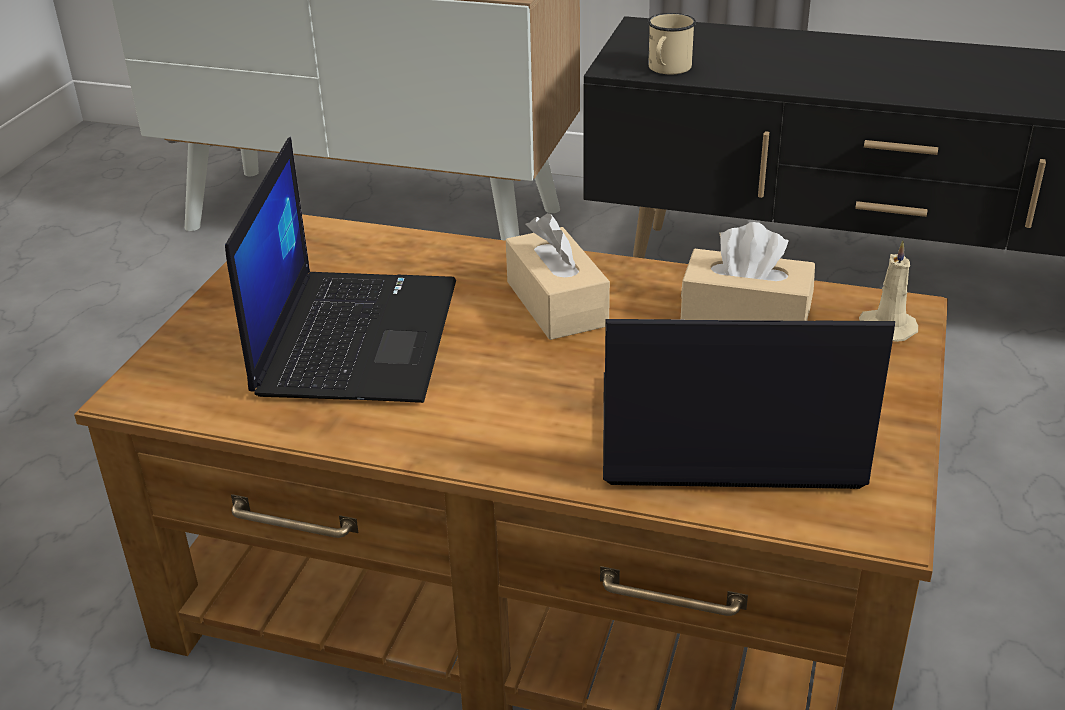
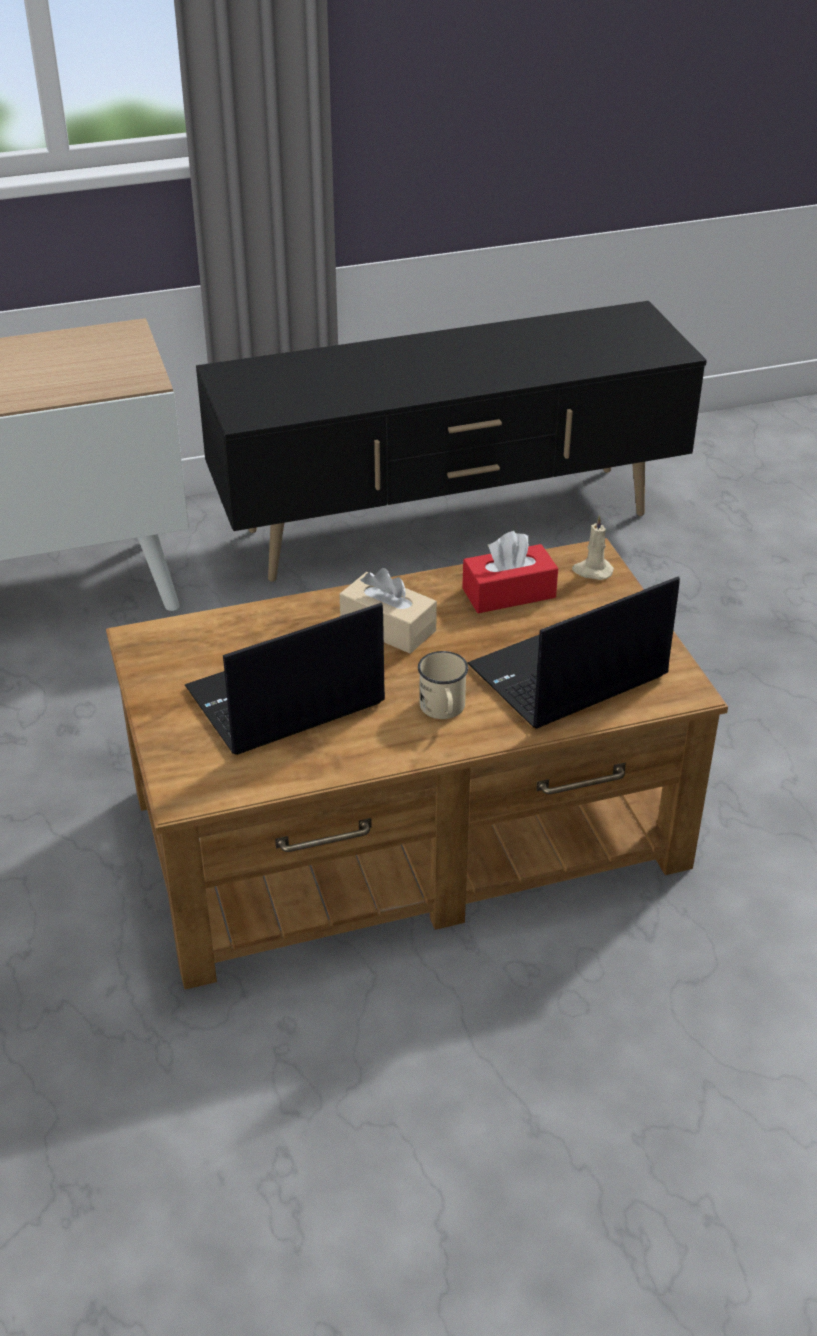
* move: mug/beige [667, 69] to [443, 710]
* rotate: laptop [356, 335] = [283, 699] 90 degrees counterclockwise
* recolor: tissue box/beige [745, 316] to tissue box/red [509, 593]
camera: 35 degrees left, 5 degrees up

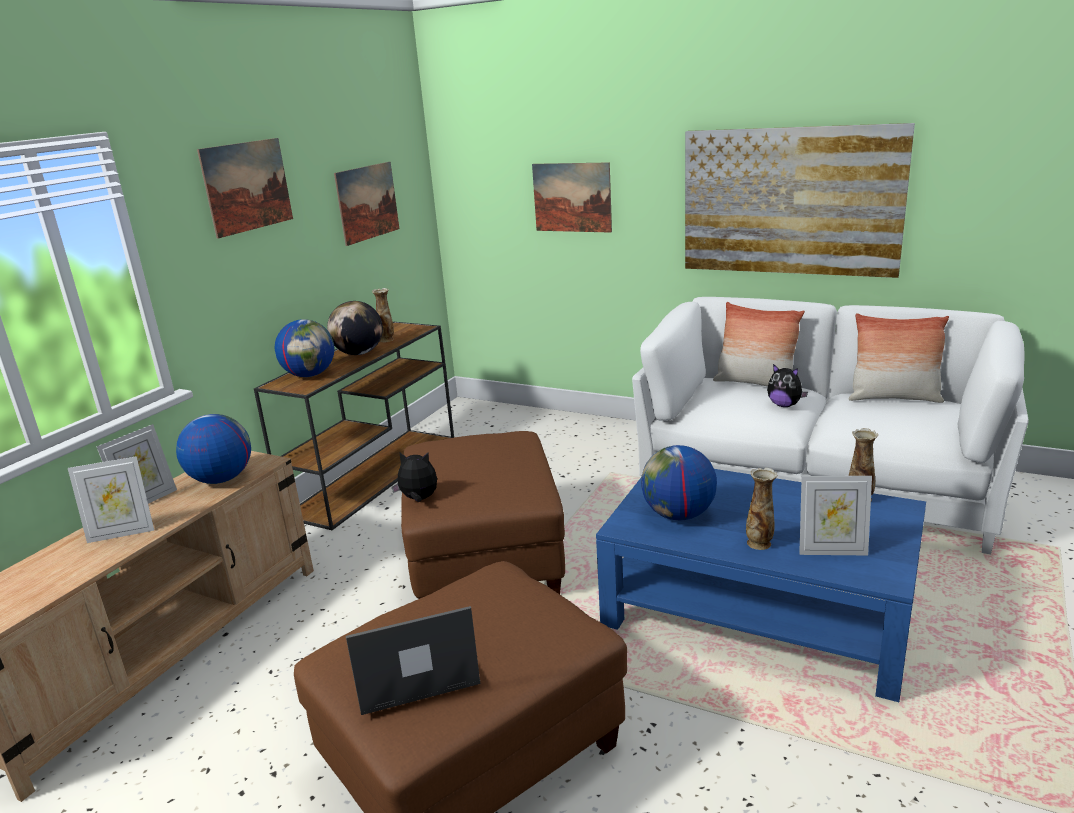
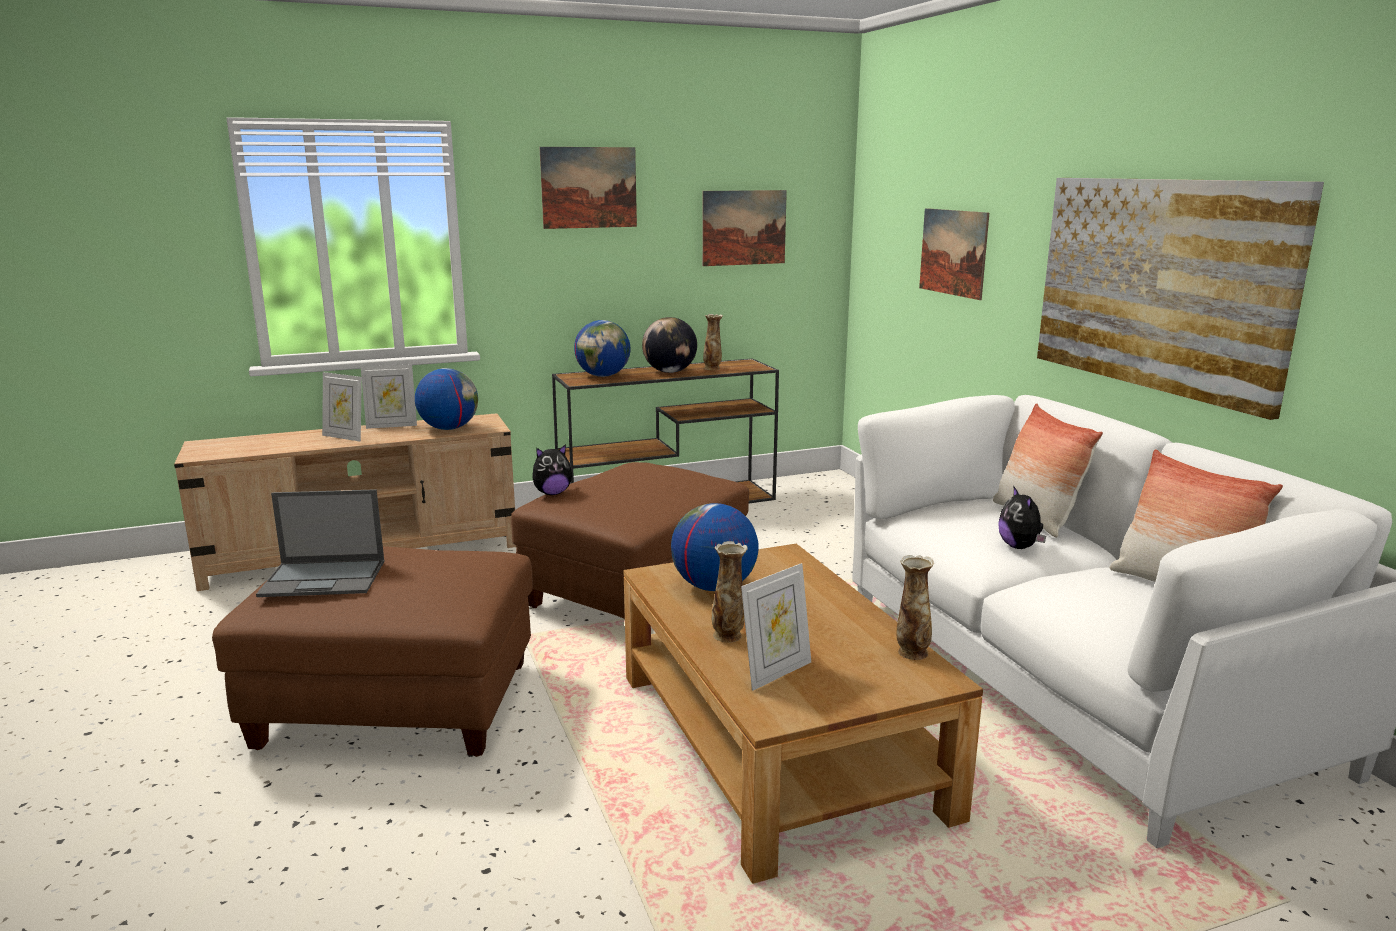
* rotate: plush toy [419, 499] = [552, 493] 105 degrees clockwise
* recolor: coffee table/blue [759, 610] to coffee table/brown [777, 743]
* rotate: picture frame [832, 551] = [776, 672] 90 degrees counterclockwise
* rotate: laptop [413, 672] = [325, 578] 150 degrees clockwise
camera: 40 degrees right, 5 degrees down

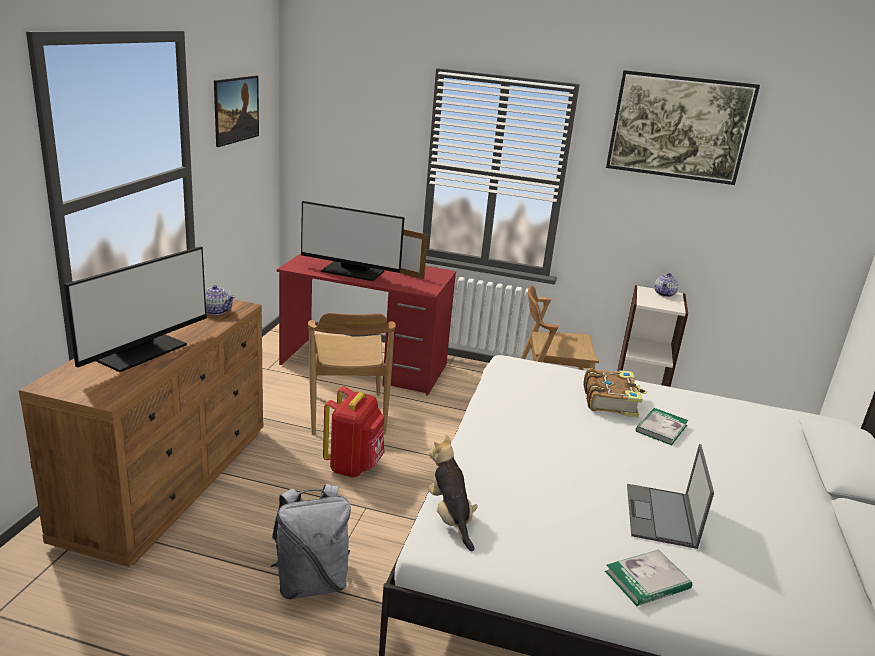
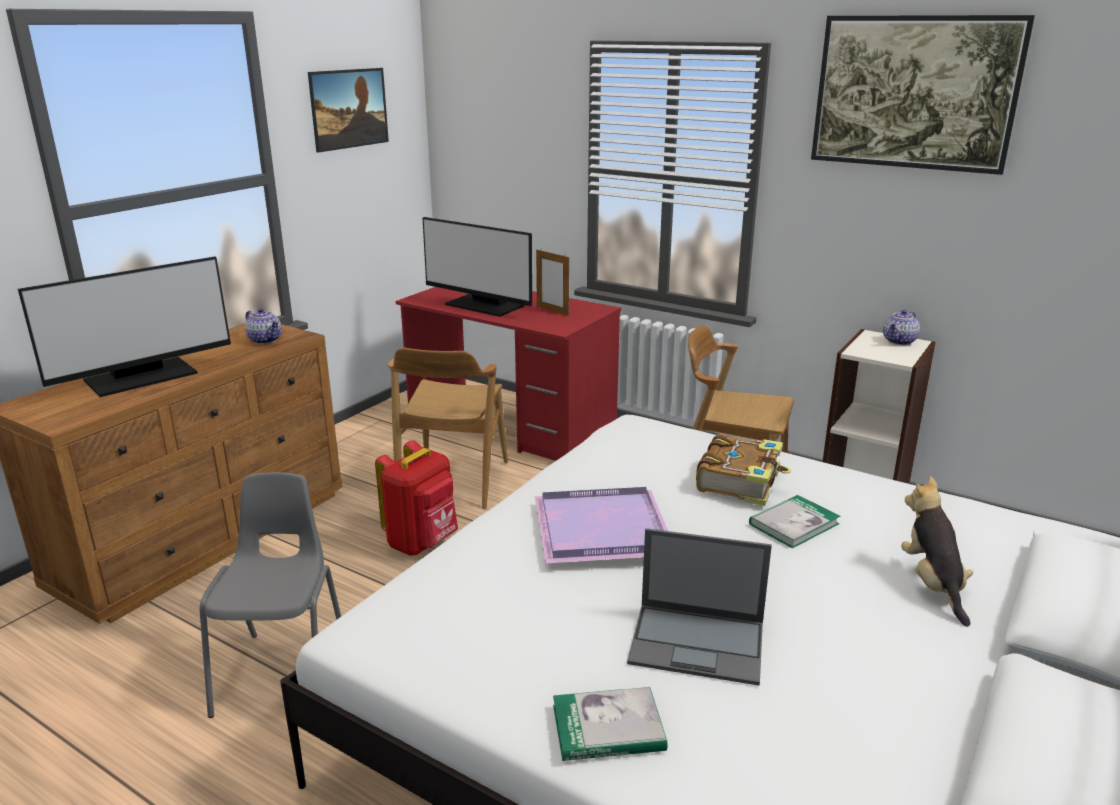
* move: plush toy [450, 517] to [932, 584]
* rotate: laptop [661, 516] = [699, 643] 105 degrees counterclockwise
* replace: backpack/grey [311, 582] to chair/grey [284, 672]
* insert: tray/purple [599, 528]
camera: 20 degrees right, 0 degrees up

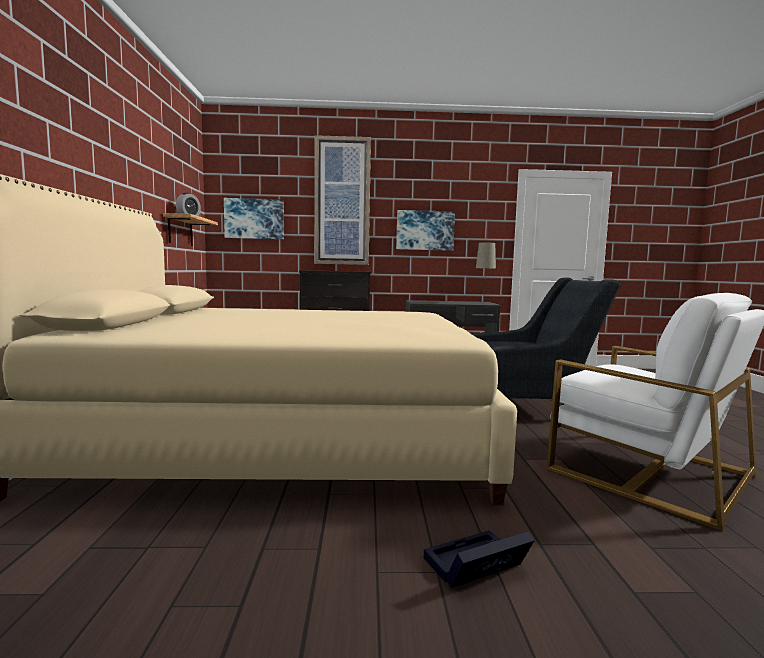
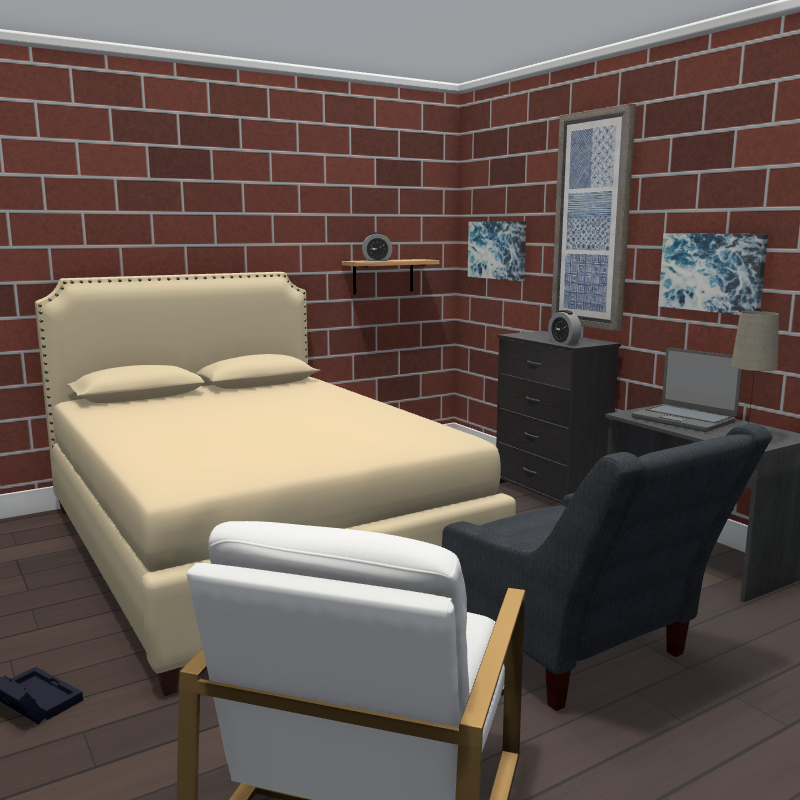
* insert: alarm clock [564, 343]
* insert: laptop [683, 419]
camera: 60 degrees right, 5 degrees up

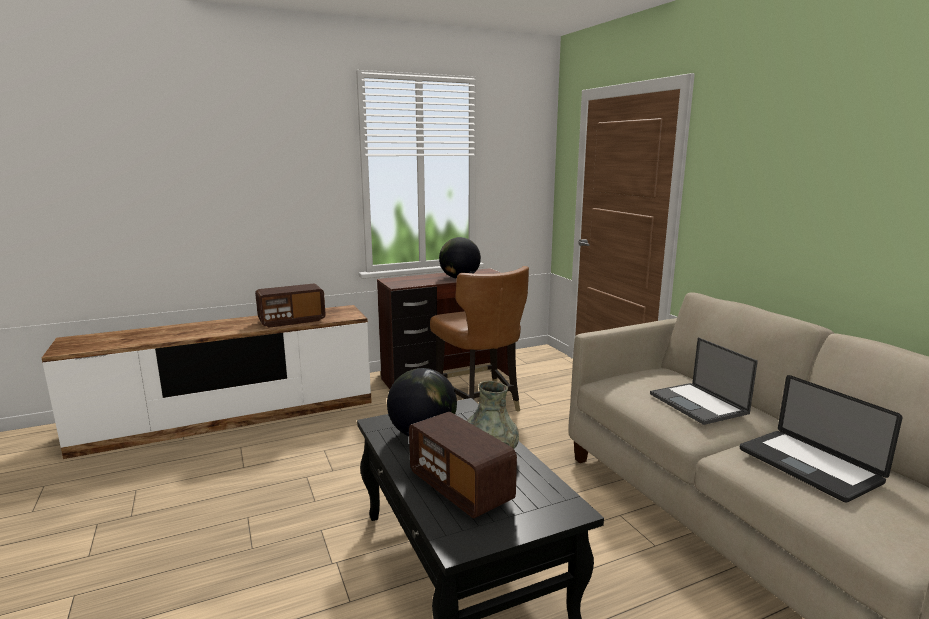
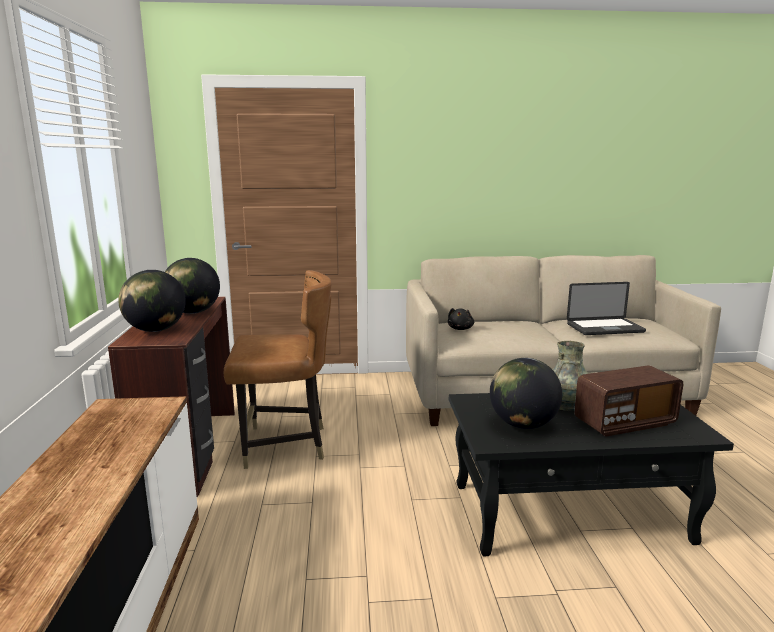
* delete: radio [292, 321]
* delete: laptop [699, 404]
* insert: globe [156, 330]
* insert: plush toy/black [460, 329]
camera: 70 degrees left, 0 degrees up

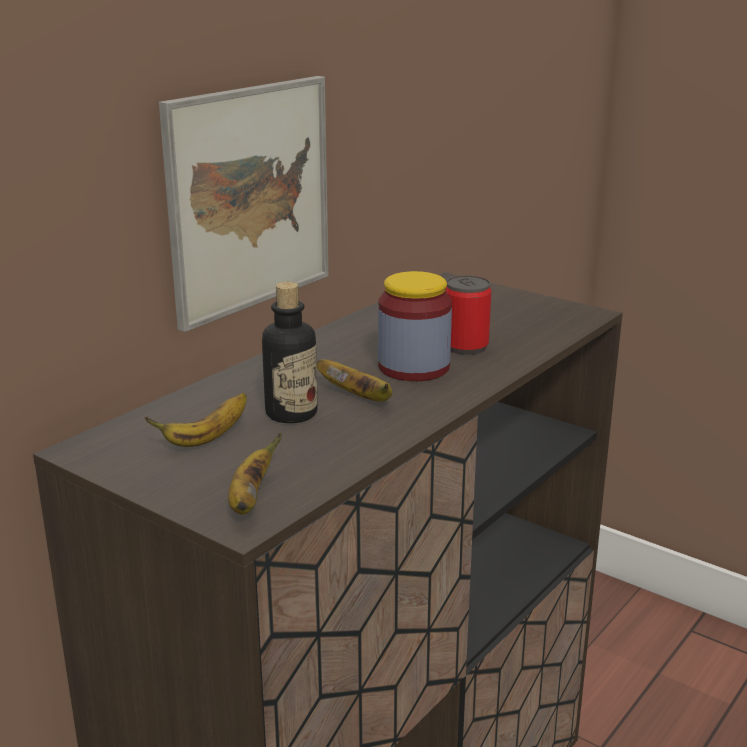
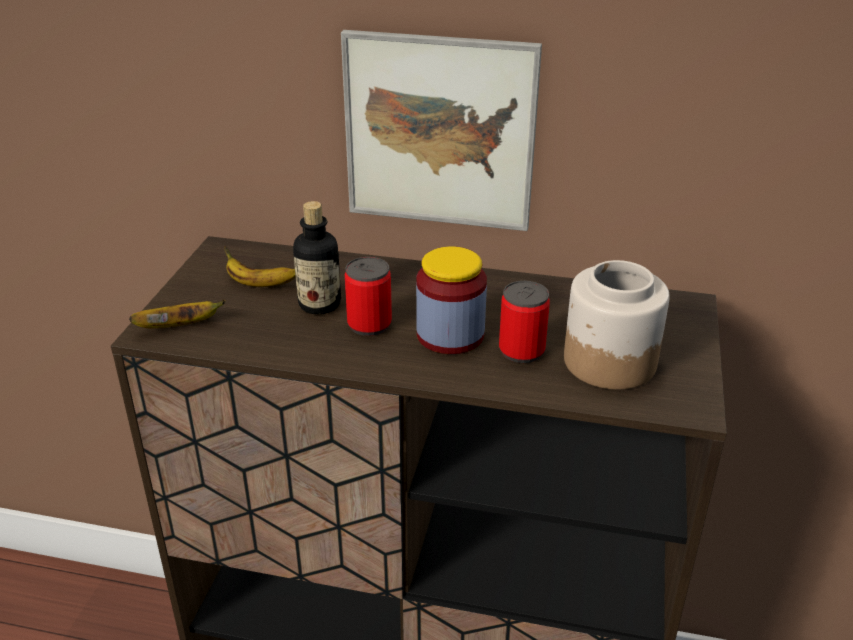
* replace: banana [359, 397] to can [369, 324]
* insert: jar [608, 361]
camera: 65 degrees right, 10 degrees up

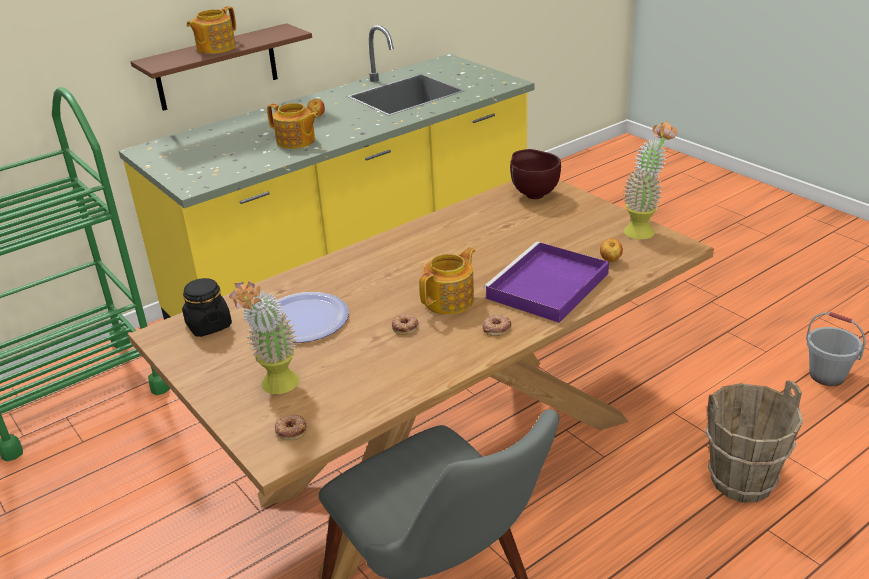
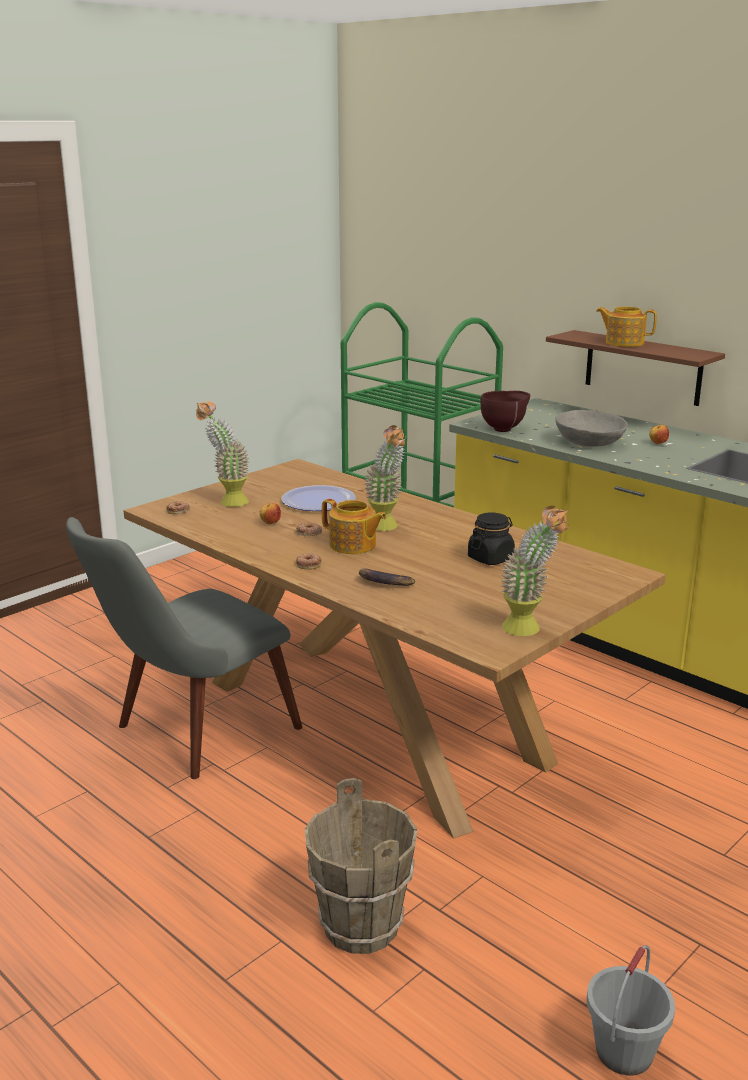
* replace: teapot [296, 141] to bowl/grey [589, 442]
* move: bowl/brown [533, 194] to [504, 429]
* move: apple [610, 261] to [270, 523]
* replace: tray/purple [547, 287] to banana [383, 582]
* move: jar/black [208, 325] to [490, 558]
* insert: potted plant [387, 528]
camera: 80 degrees right, 10 degrees down

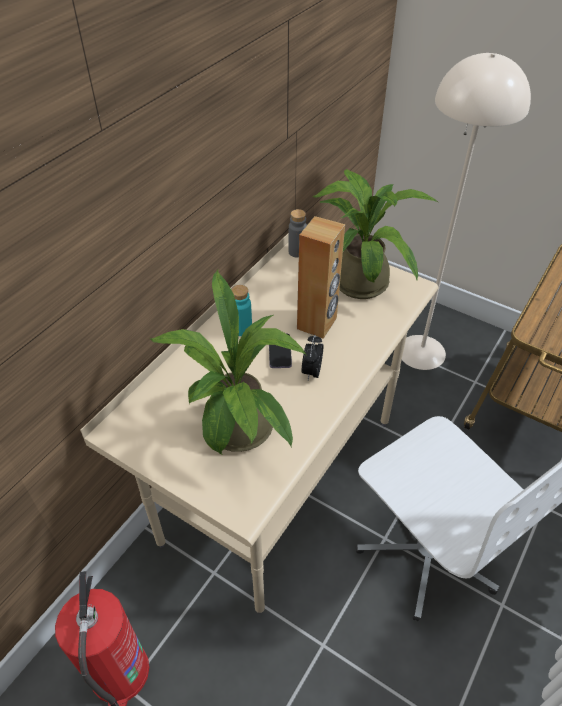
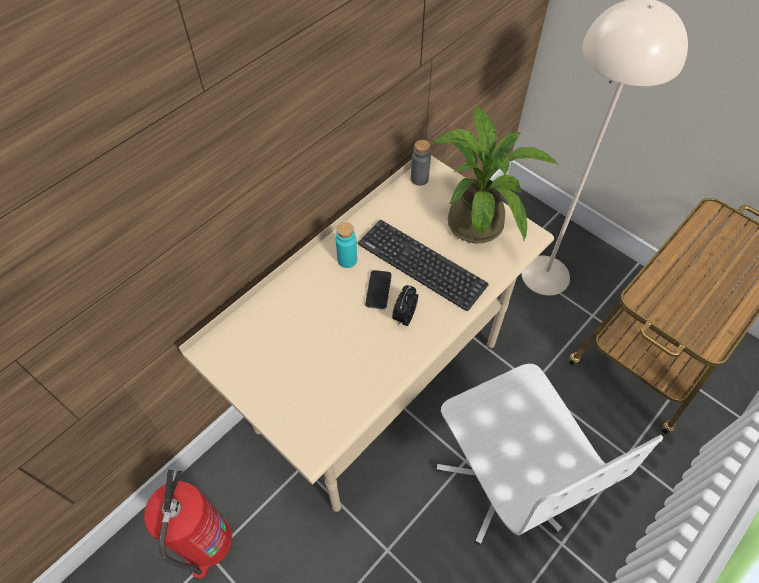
* replace: speaker/brown [317, 323] to keyboard [421, 264]
* delete: potted plant [238, 434]
camera: 10 degrees right, 10 degrees up

